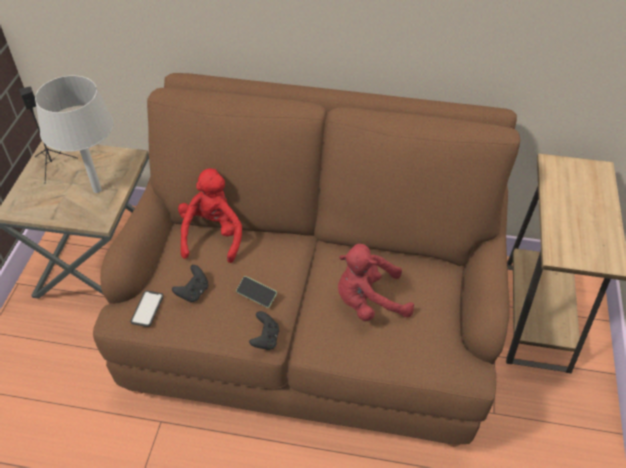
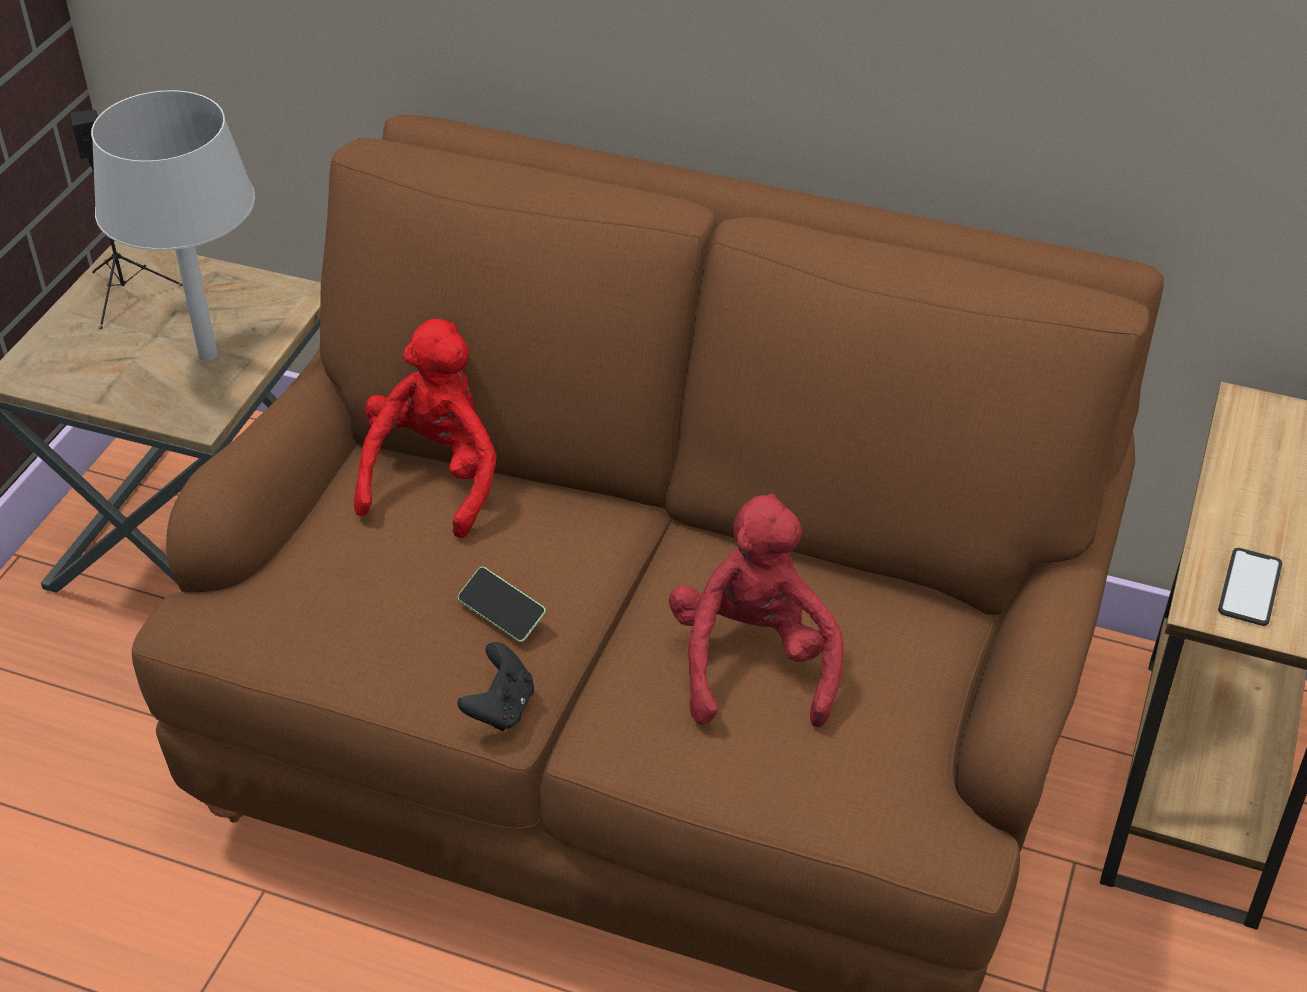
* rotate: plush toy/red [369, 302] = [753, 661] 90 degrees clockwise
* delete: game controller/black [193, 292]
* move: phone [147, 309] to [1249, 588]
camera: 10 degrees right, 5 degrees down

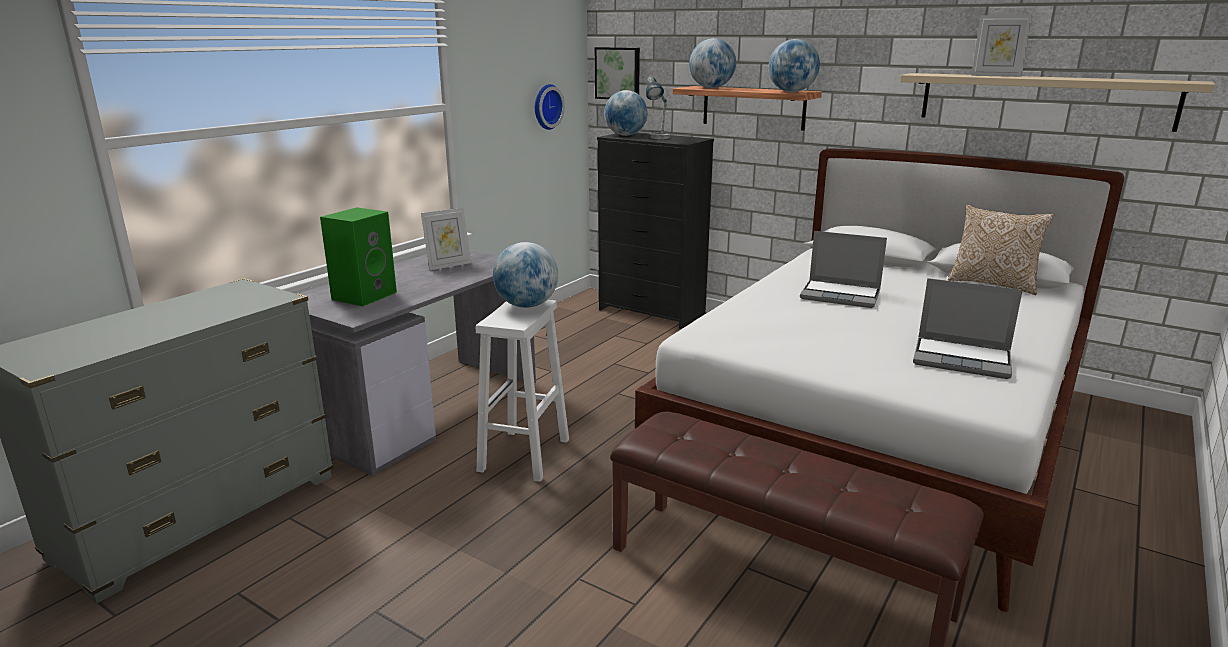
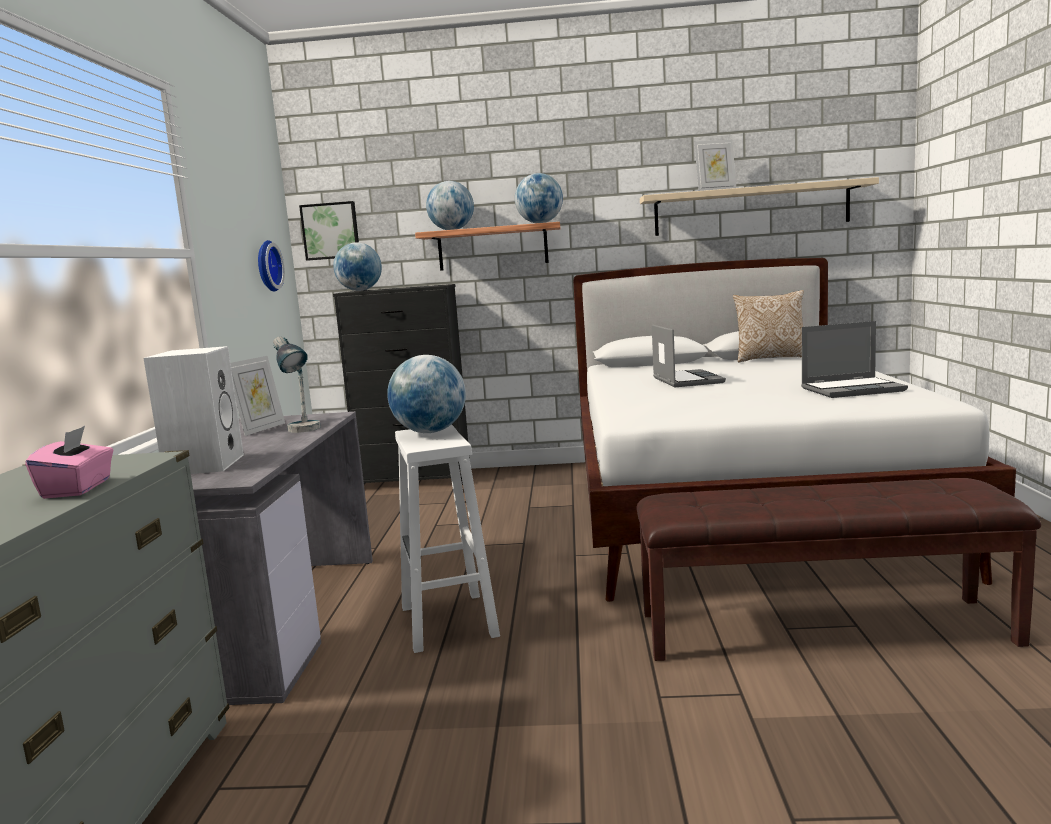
* move: table lamp [657, 139] to [303, 431]
* recolor: speaker/green [364, 295] to speaker/white [204, 464]
* rotate: laptop [841, 295] = [686, 380] 90 degrees counterclockwise
* insert: tissue box/pink [78, 489]
camera: 30 degrees left, 10 degrees down

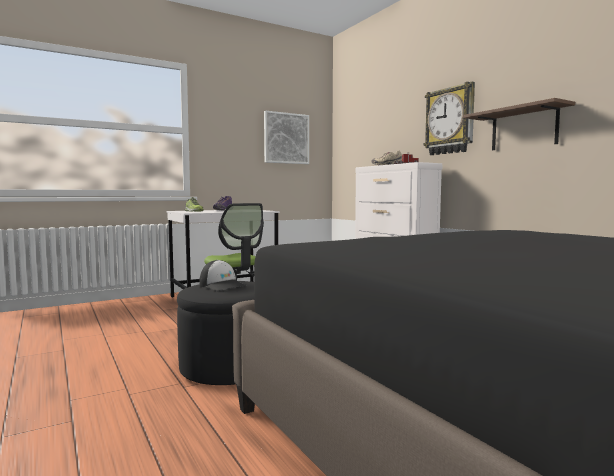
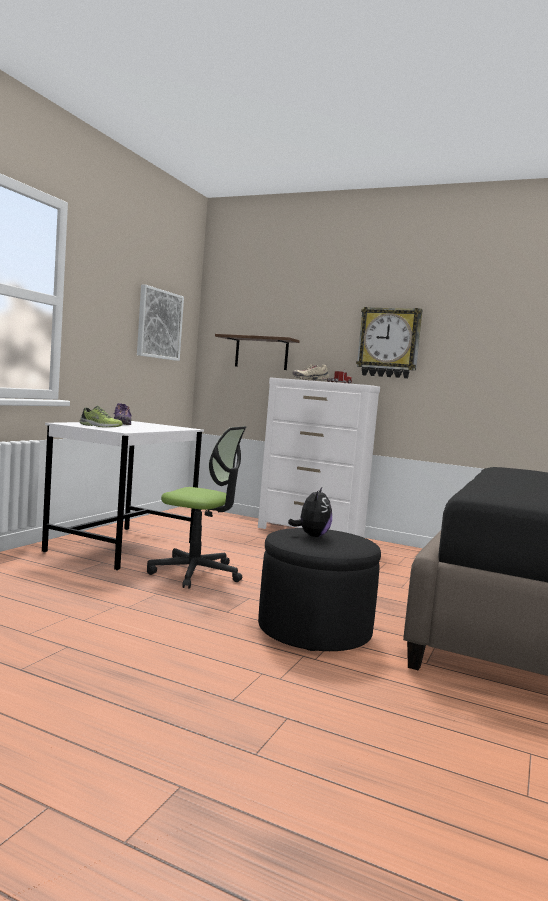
* move: shelf/brown [524, 129] to [261, 353]
* replace: cap [223, 285] to plush toy [311, 536]
camera: 35 degrees left, 0 degrees up

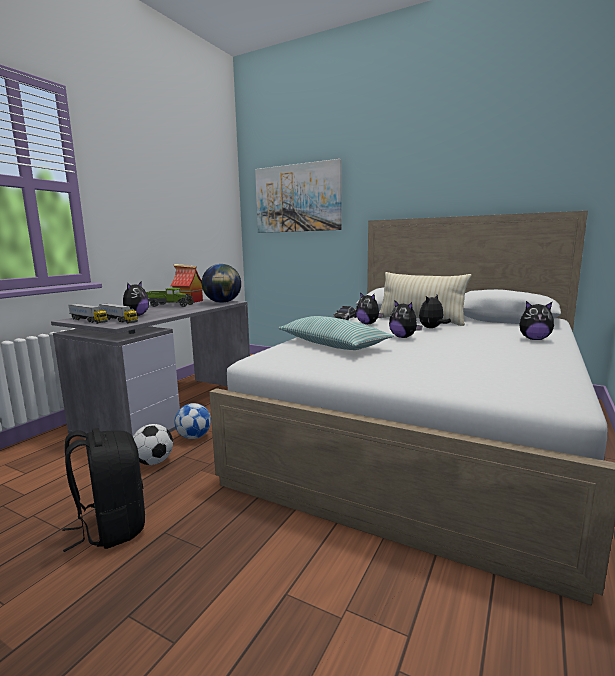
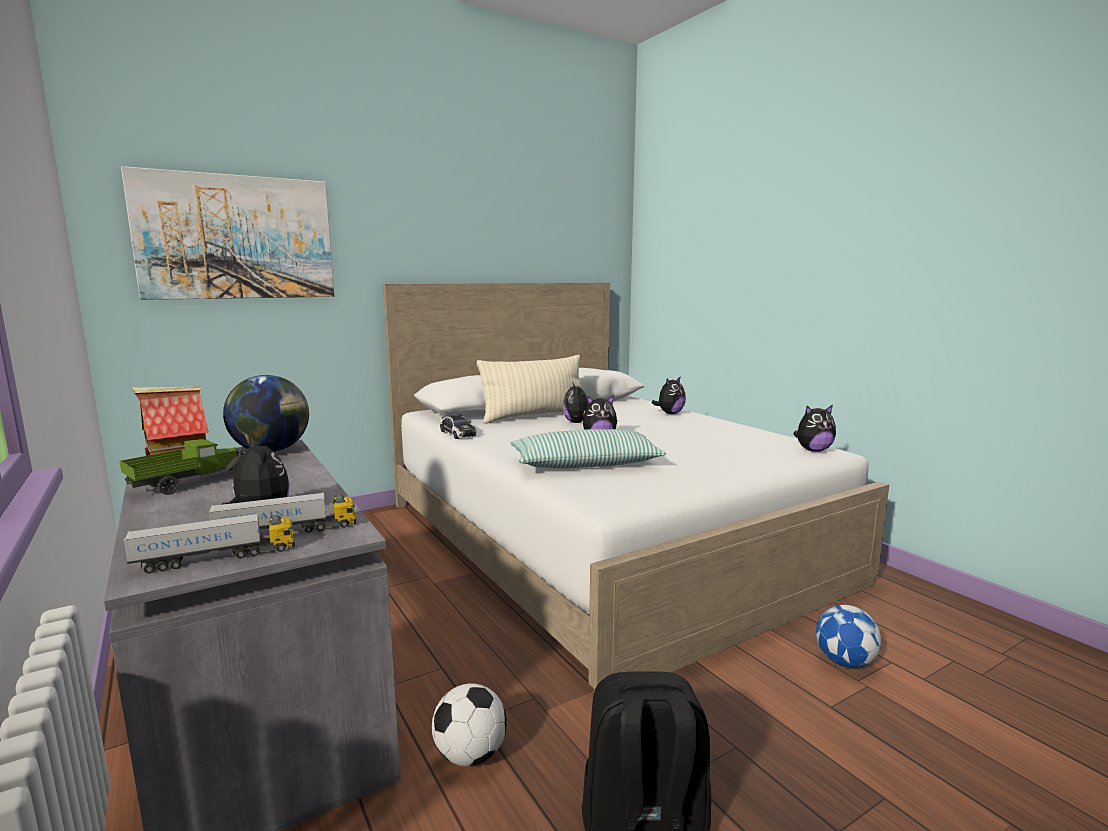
* move: plush toy [368, 324] to [813, 450]
* move: football [194, 437] to [844, 662]
camera: 60 degrees left, 0 degrees up

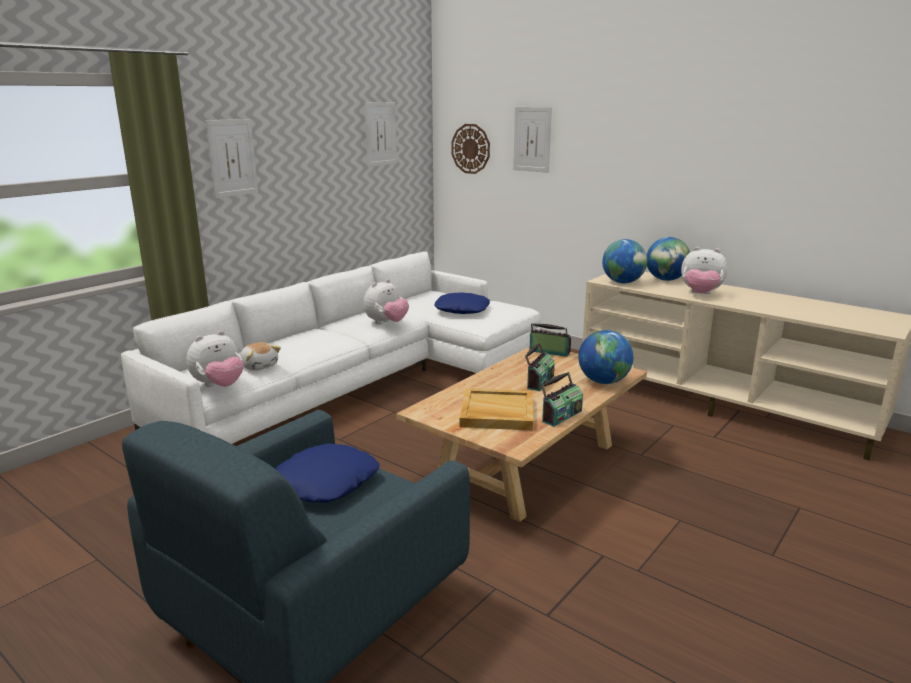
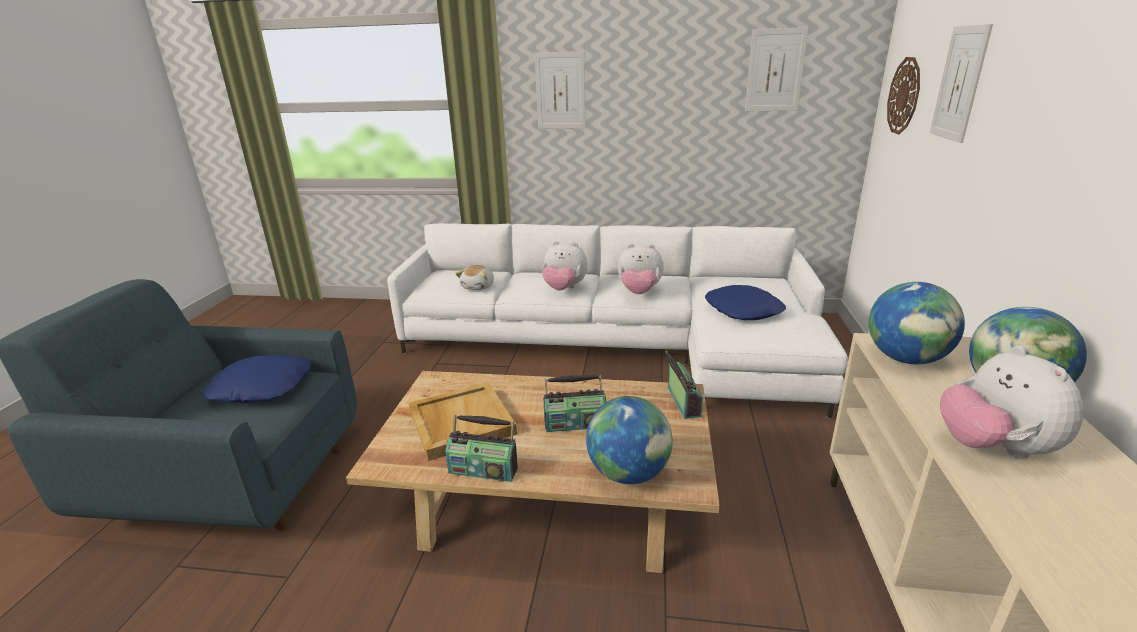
* move: plush toy [219, 386] to [564, 289]
camera: 60 degrees right, 5 degrees up

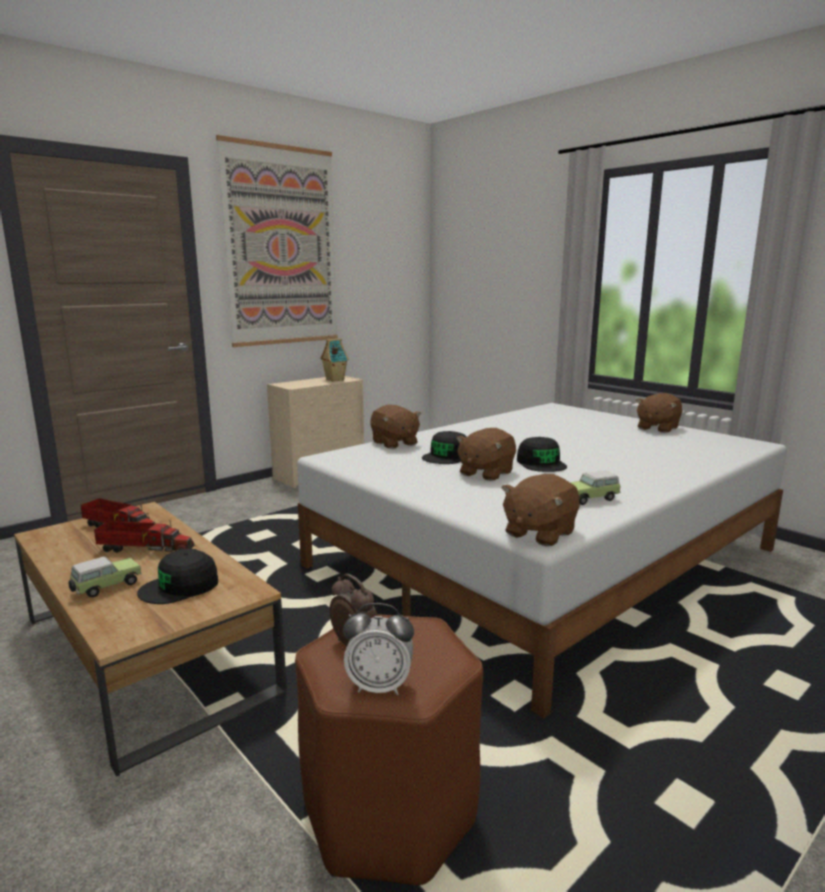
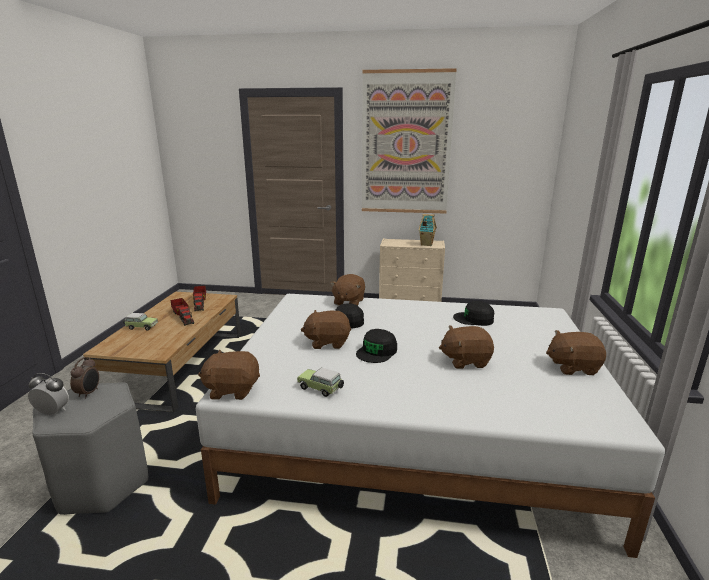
* move: cap/black [180, 586] to [474, 319]
* rotate: alarm clock [379, 686] = [52, 412] 135 degrees clockwise
* recolor: stool/brown [388, 814] to stool/grey [102, 483]
* insert: plush toy/brown [465, 360]
camera: 50 degrees right, 5 degrees up

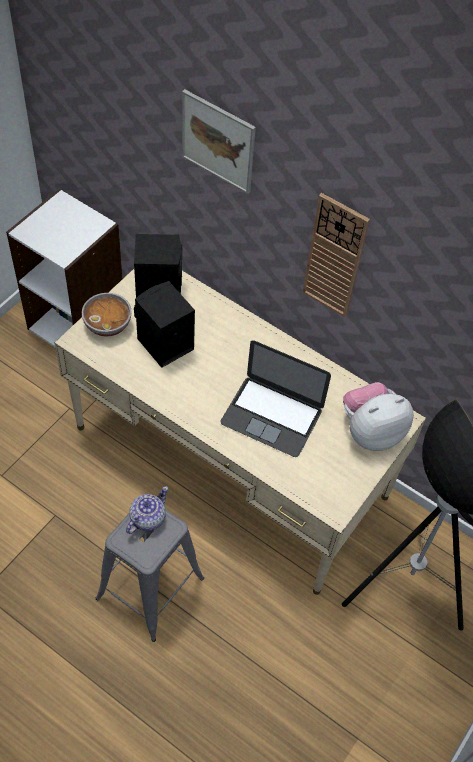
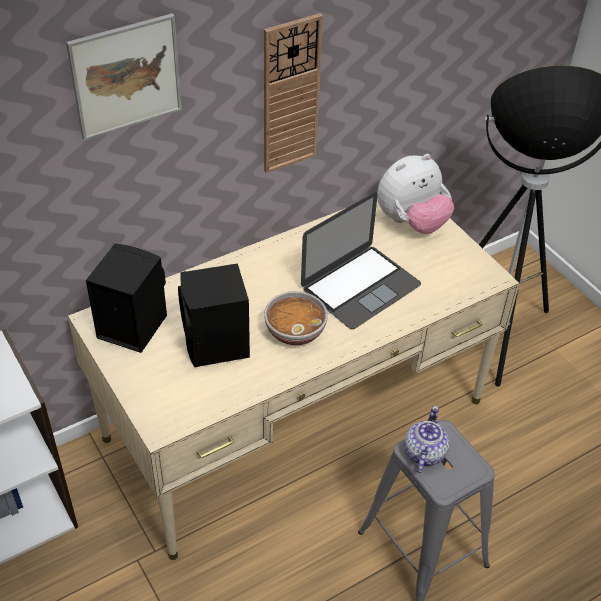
* move: bowl [108, 324] to [294, 331]
* rotate: plush toy [371, 431] = [411, 222] 120 degrees counterclockwise
* rotate: teapot [147, 518] = [424, 453] 45 degrees clockwise
camera: 65 degrees left, 10 degrees down

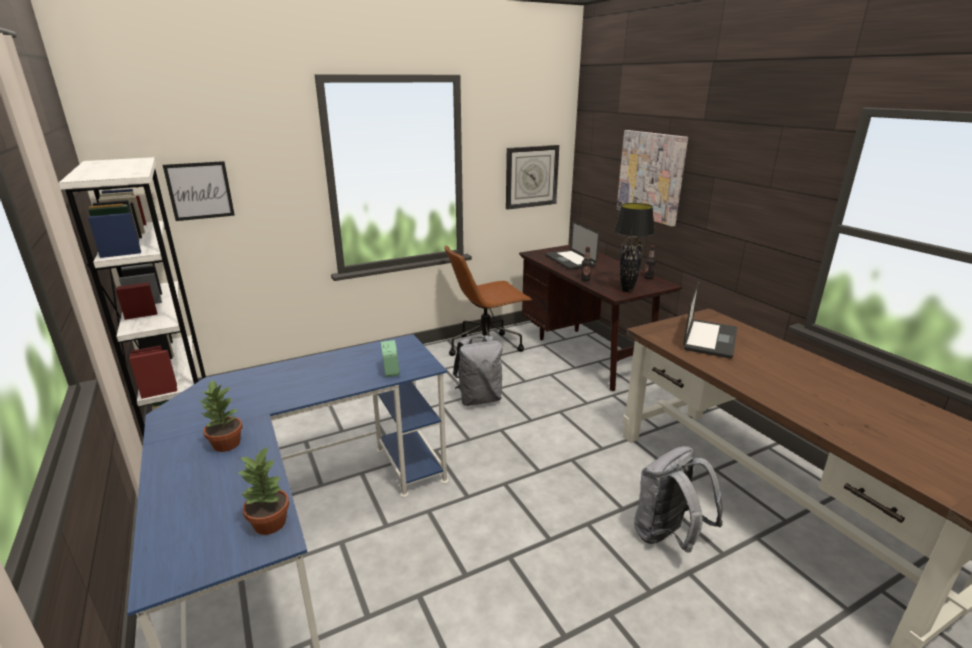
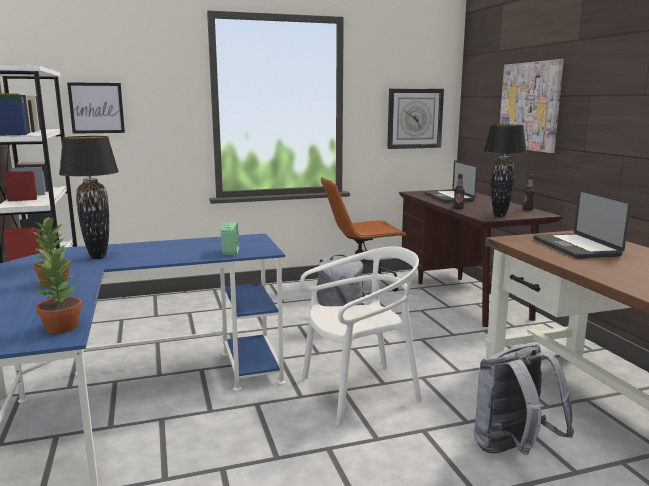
* rotate: laptop [710, 339] = [575, 247] 135 degrees clockwise
* insert: table lamp/black [97, 257]
* insert: chair/white [359, 392]
camera: 10 degrees right, 10 degrees down

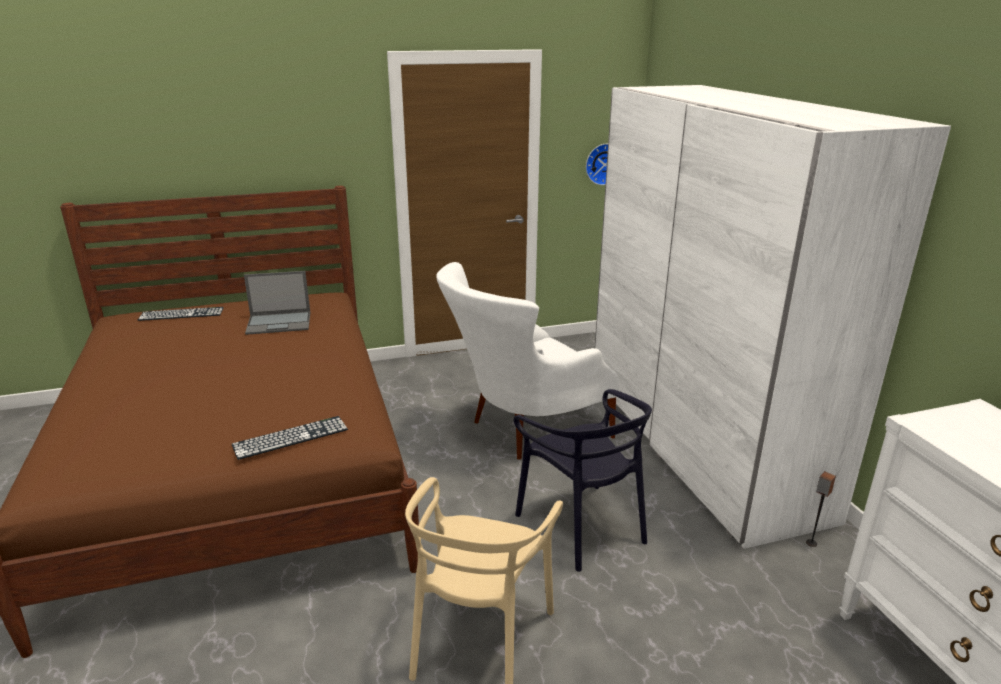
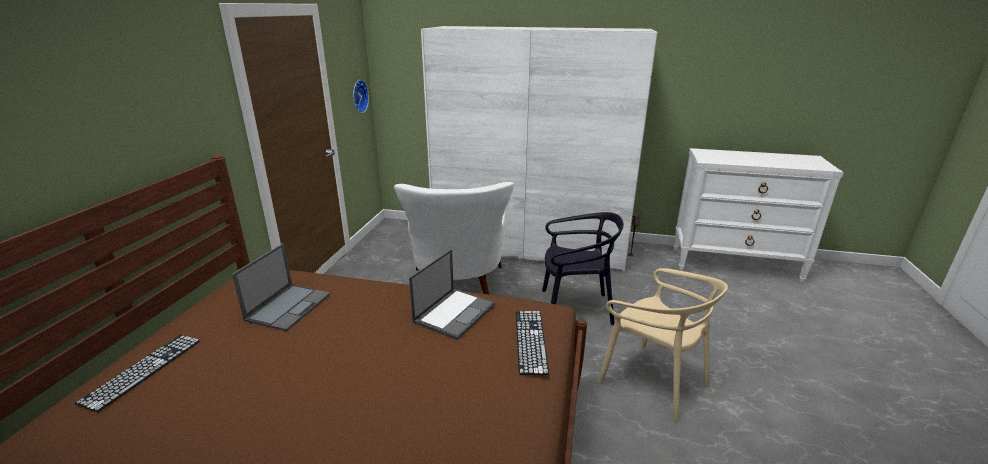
* insert: laptop [455, 312]
camera: 60 degrees left, 0 degrees up

